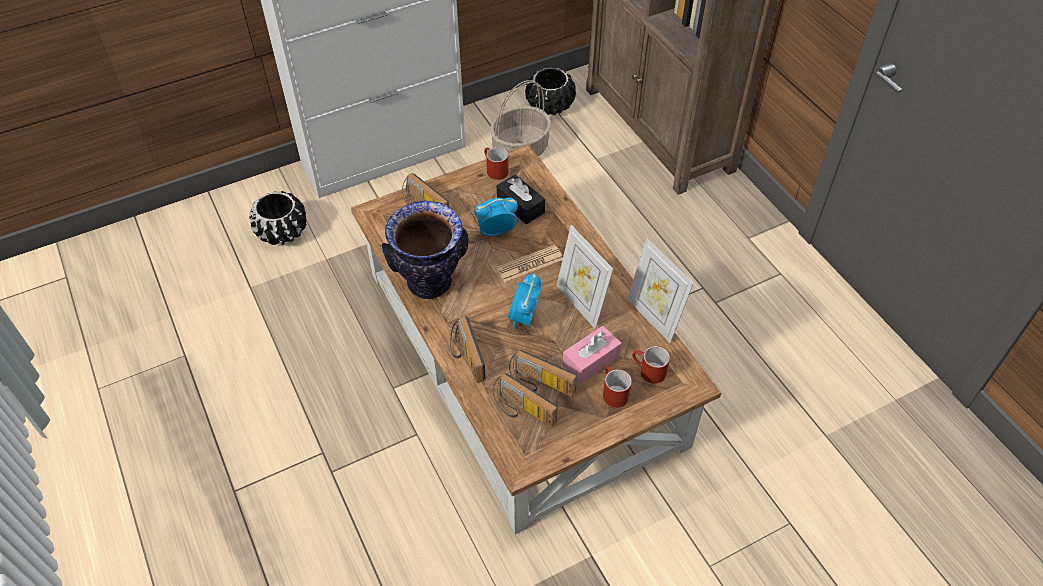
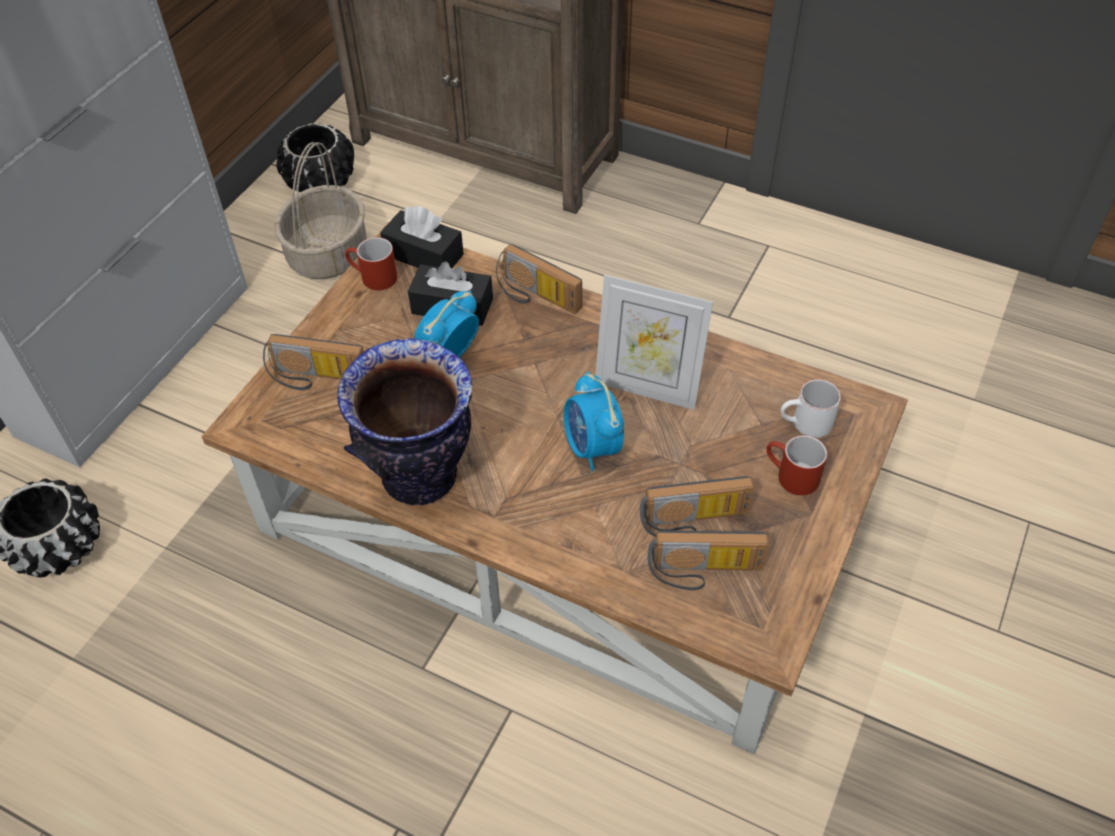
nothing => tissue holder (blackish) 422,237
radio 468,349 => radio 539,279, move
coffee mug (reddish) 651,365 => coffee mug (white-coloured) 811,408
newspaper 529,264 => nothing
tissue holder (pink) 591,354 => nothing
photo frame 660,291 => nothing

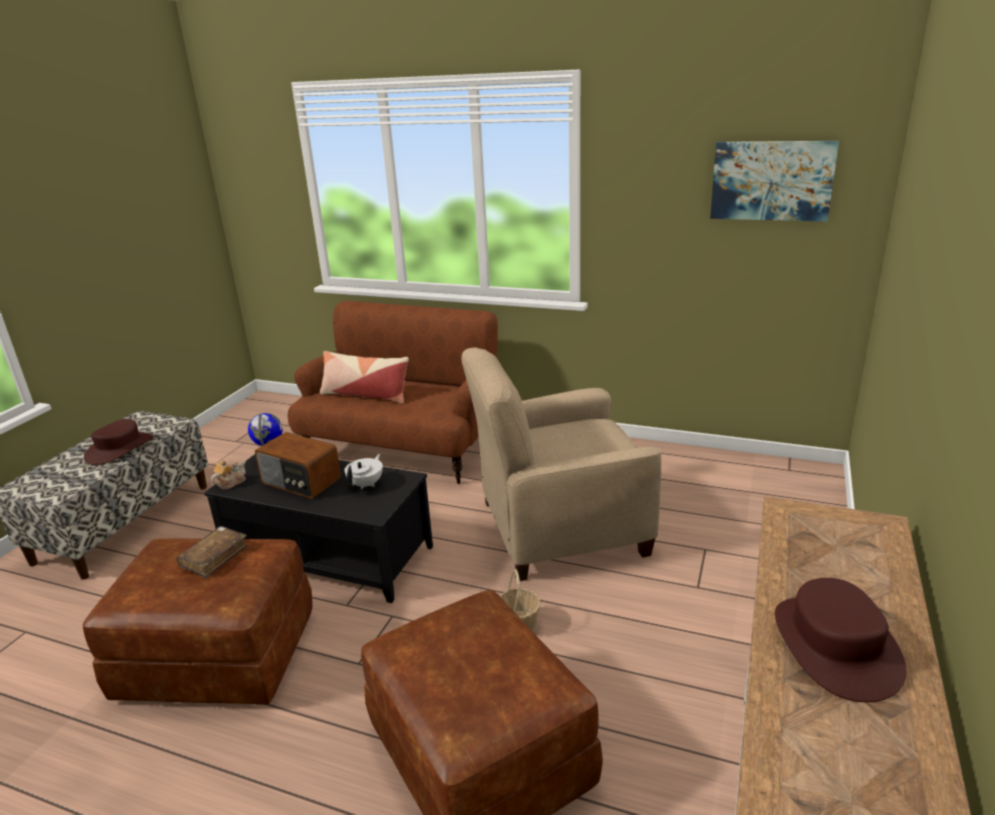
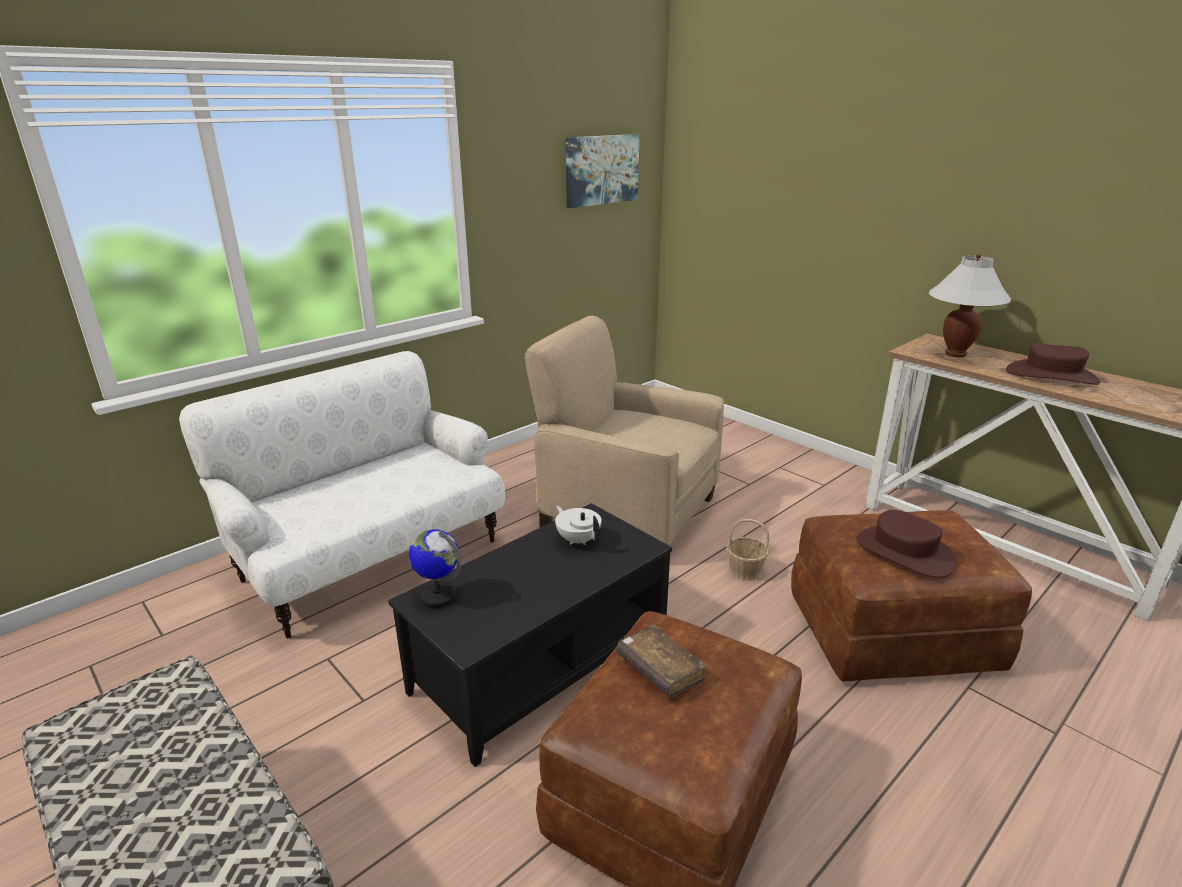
sofa (brown) 392,392 => sofa (white-coloured) 342,495
armchair (beige-coloured) 561,464 => armchair (beige-coloured) 624,430, 105 degrees clockwise
wearable hat (brown) 119,442 => wearable hat (brown) 906,544, move
nothing => table lamp (white-coloured) 970,306
pot for tea 228,474 => nothing
radio 298,465 => nothing
throw pillow 364,377 => nothing

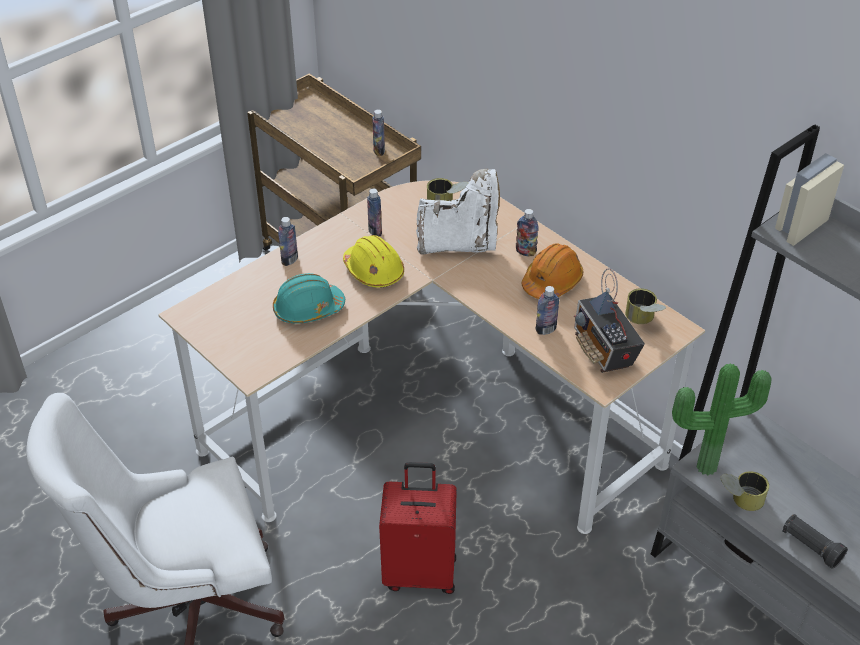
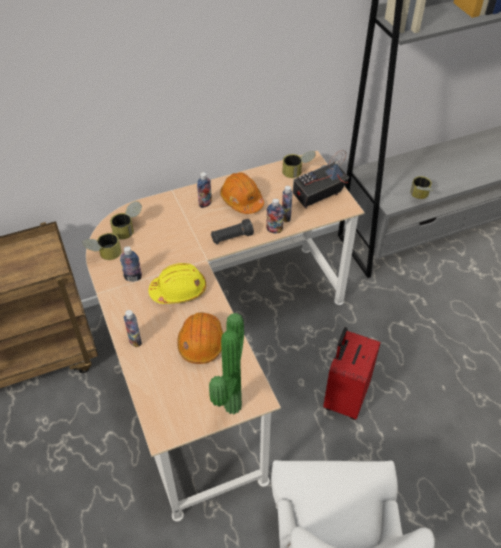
nothing => metal can 102,246
work helmet (turquoise) 309,298 => work helmet (orange) 200,338
plant in a pot 722,420 => plant in a pot 226,363, move
flashlight (blackish) 815,541 => flashlight (blackish) 232,232, move
beverage bottle 378,132 => beverage bottle 275,215, move
radio 609,320 => radio 321,179, 150 degrees clockwise
tall boot (white-coloured) 458,211 => nothing

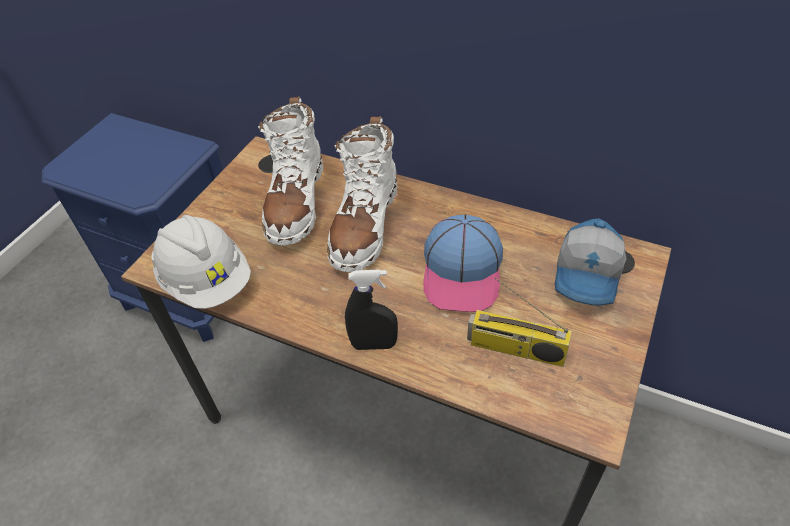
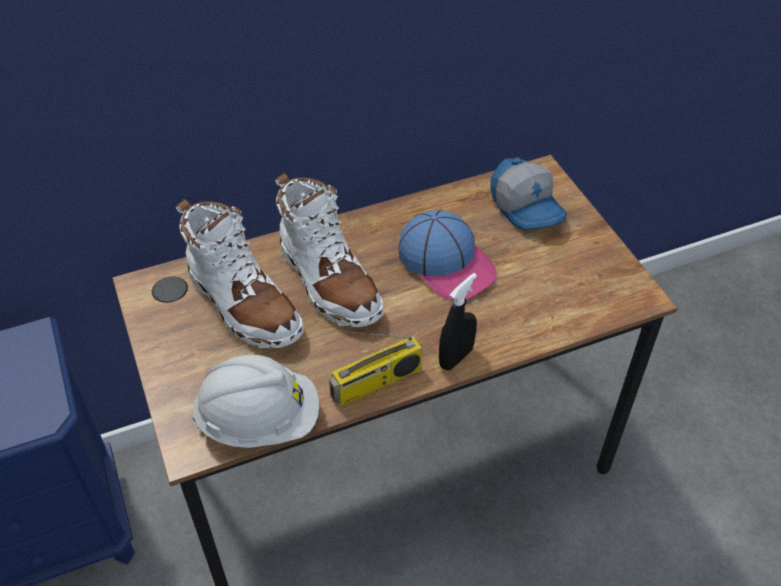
radio 519,322 => radio 375,368, move

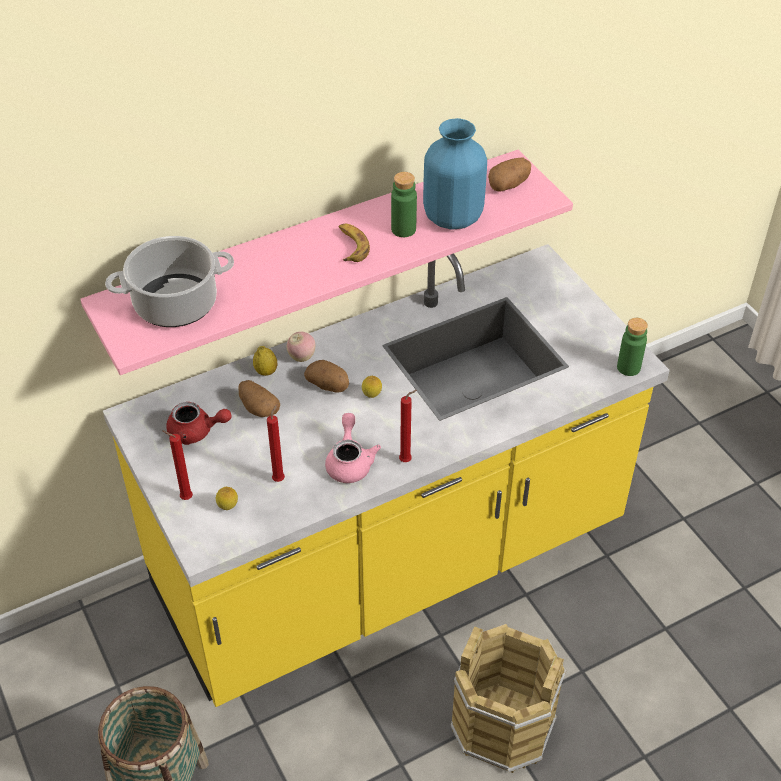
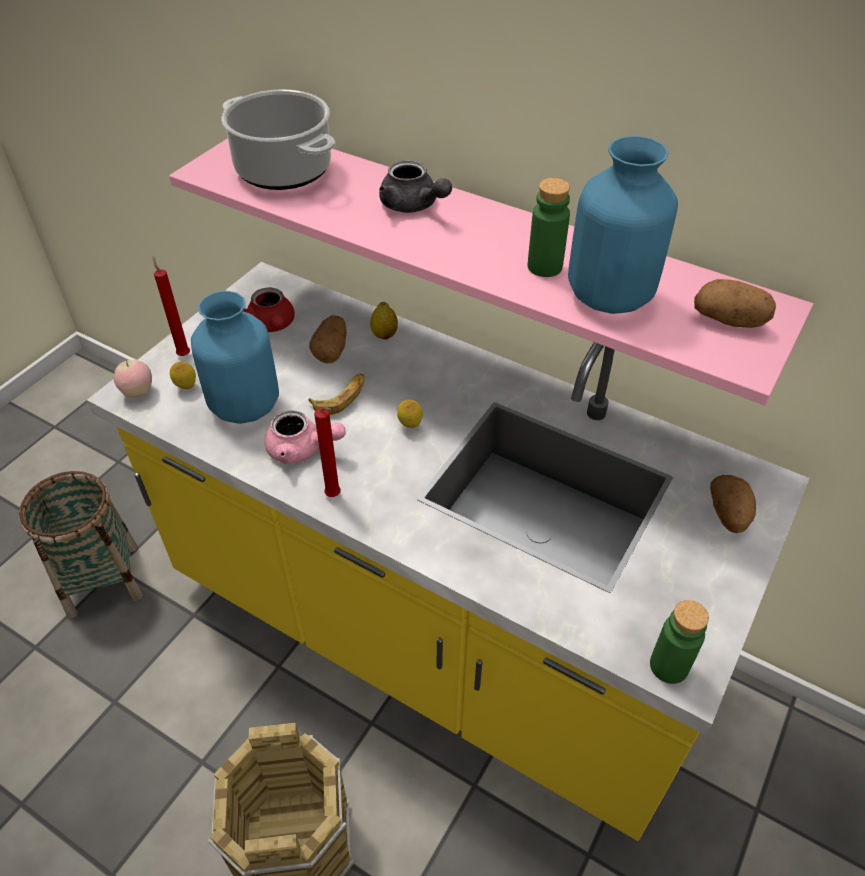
apple fruit 301,347 => apple fruit 133,379, move
wax light (reddish) 276,443 => decorative vase (bluish) 235,357
pot for tea (pink) 353,448 => pot for tea (pink) 305,437, 45 degrees clockwise
banana 354,243 => banana 336,394, move
nothing => pot for tea (grey) 415,186
potato 326,376 => potato 733,504, move

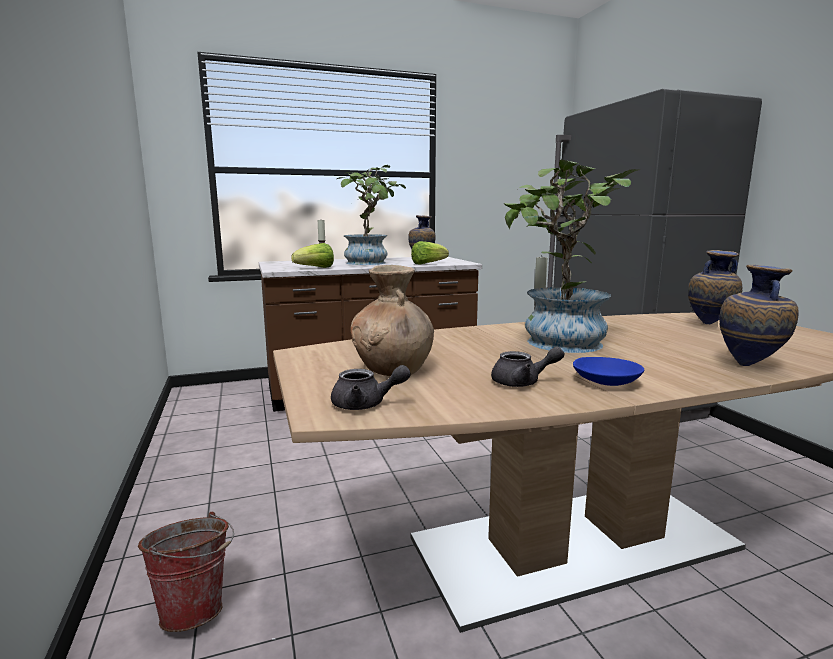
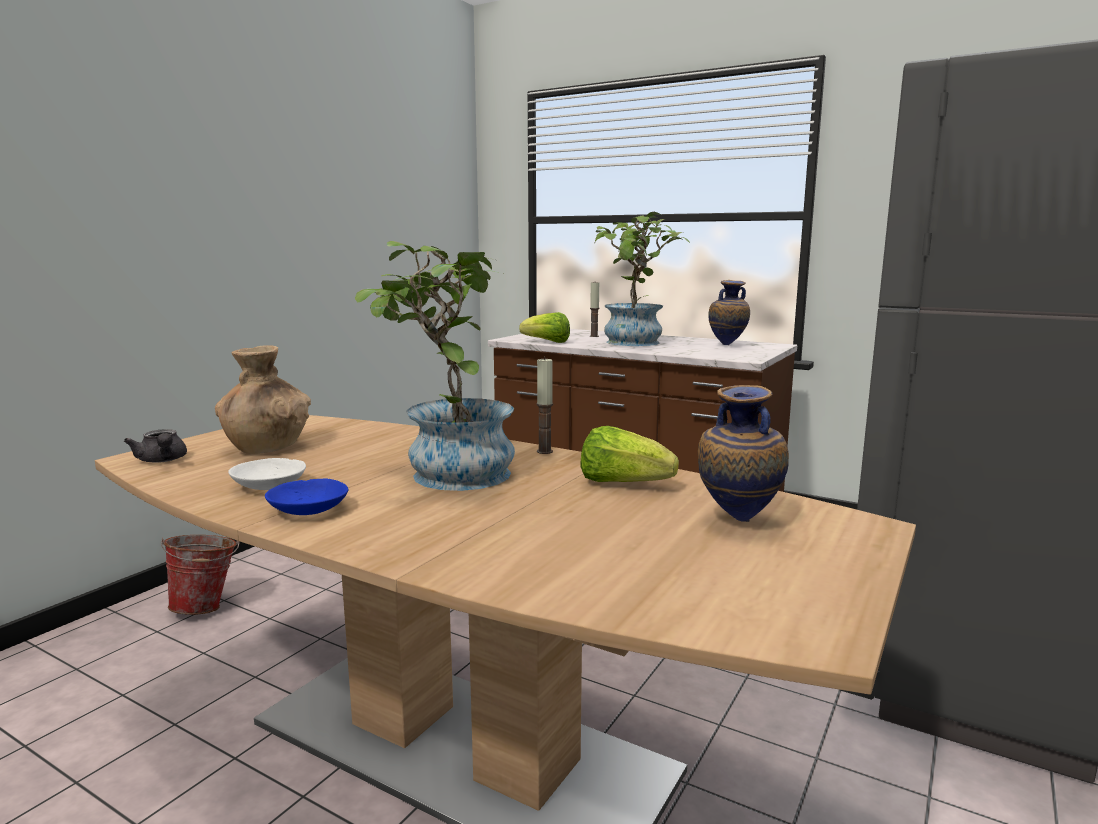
pot for tea (grey) 527,366 => serving bowl (white-coloured) 267,474
lettuce head 430,253 => lettuce head 629,454, move
decorative vase 759,315 => nothing

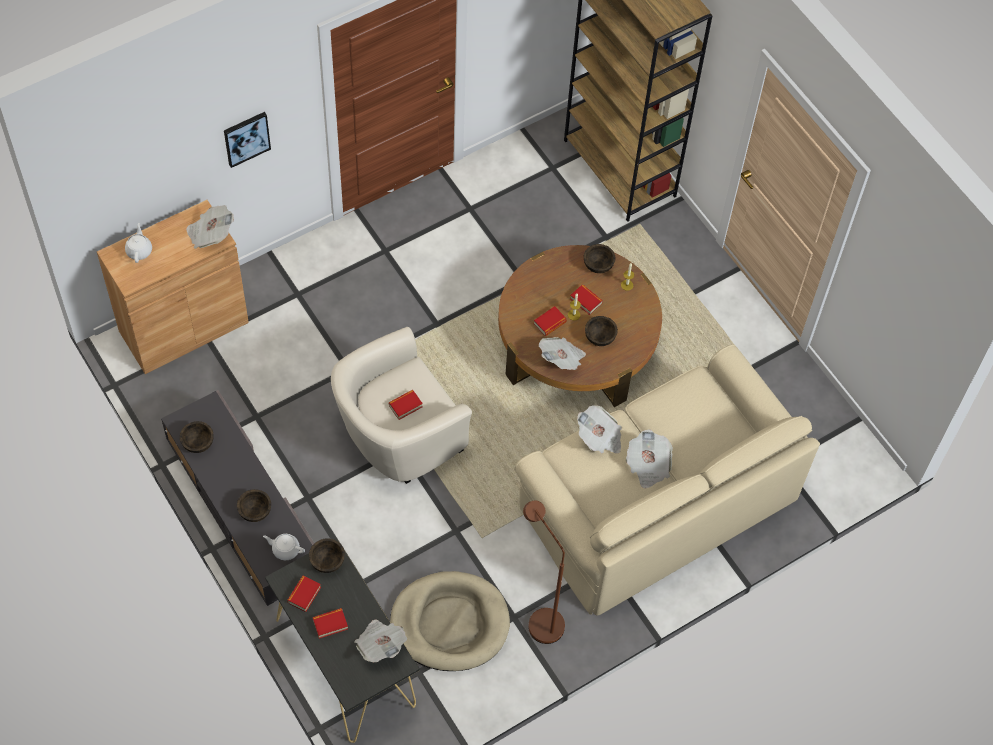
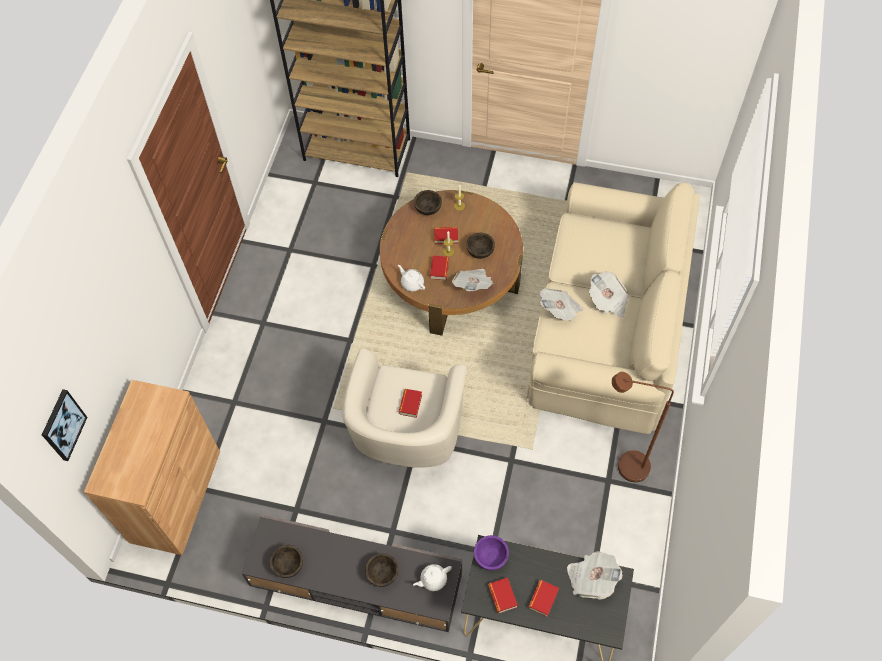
wall art 247,140 => wall art 64,425, move
pot for tea (white-coloured) 138,243 => pot for tea (white-coloured) 411,278, move
serving bowl (brown) 327,555 => serving bowl (purple) 491,552
newspaper 210,227 => nothing
dog bed (beige-coloured) 450,621 => nothing

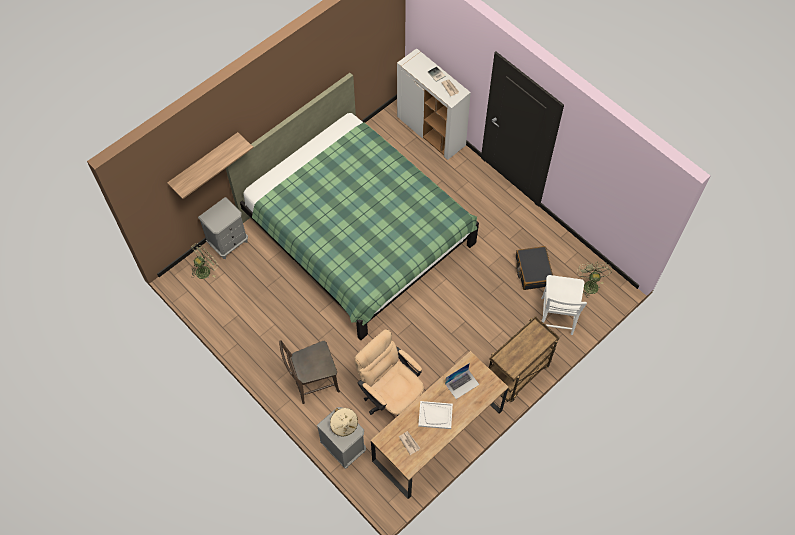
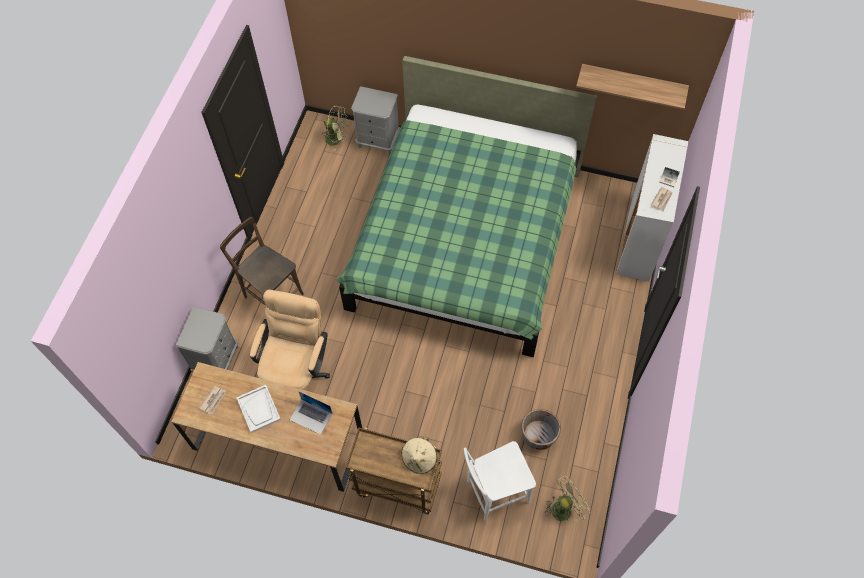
wearable hat (beige-coloured) 344,422 => wearable hat (beige-coloured) 419,455, move
suitcase (blackish) 534,268 => planter (grey) 541,429
shelf 210,165 => shelf 632,87, move

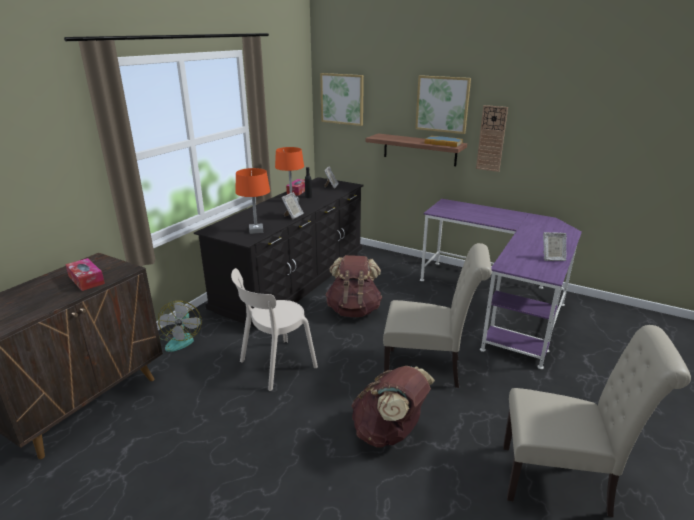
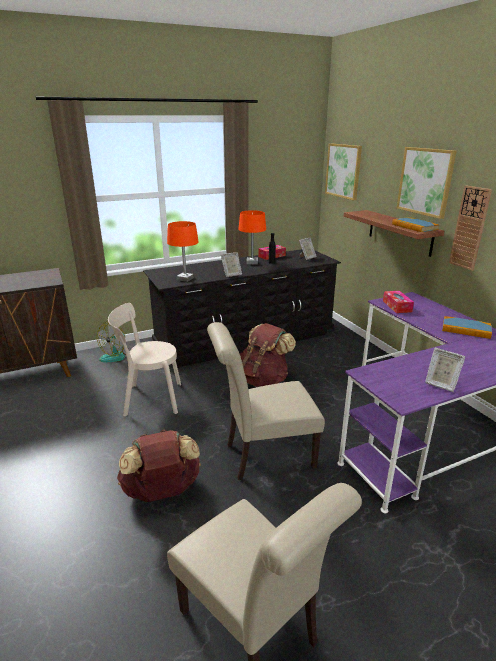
upright chair (beige-coloured) 437,315 => upright chair (beige-coloured) 266,401, 120 degrees clockwise
tissue holder 85,274 => tissue holder 398,302, move
nothing => volume 467,327

